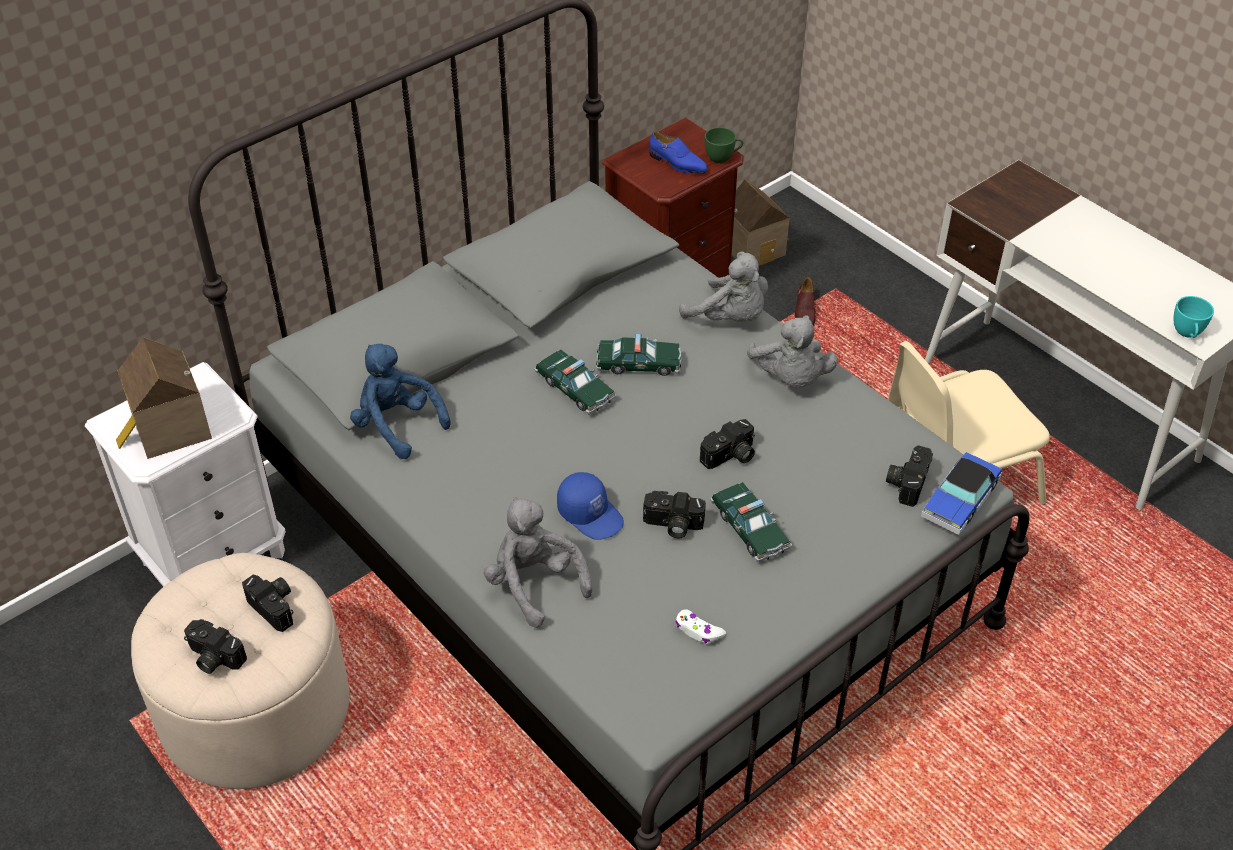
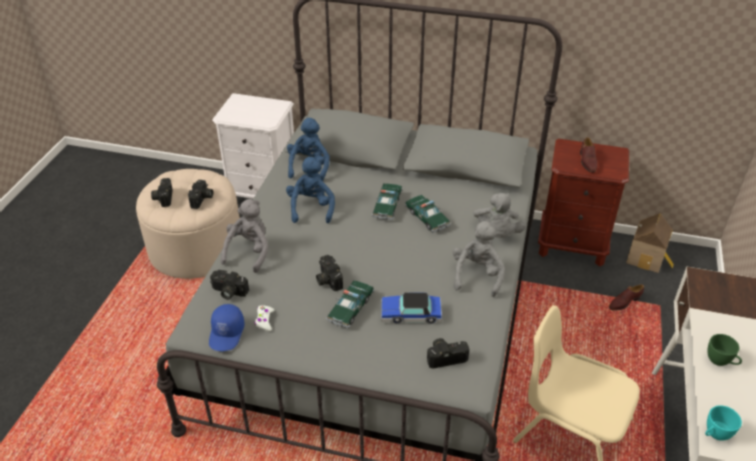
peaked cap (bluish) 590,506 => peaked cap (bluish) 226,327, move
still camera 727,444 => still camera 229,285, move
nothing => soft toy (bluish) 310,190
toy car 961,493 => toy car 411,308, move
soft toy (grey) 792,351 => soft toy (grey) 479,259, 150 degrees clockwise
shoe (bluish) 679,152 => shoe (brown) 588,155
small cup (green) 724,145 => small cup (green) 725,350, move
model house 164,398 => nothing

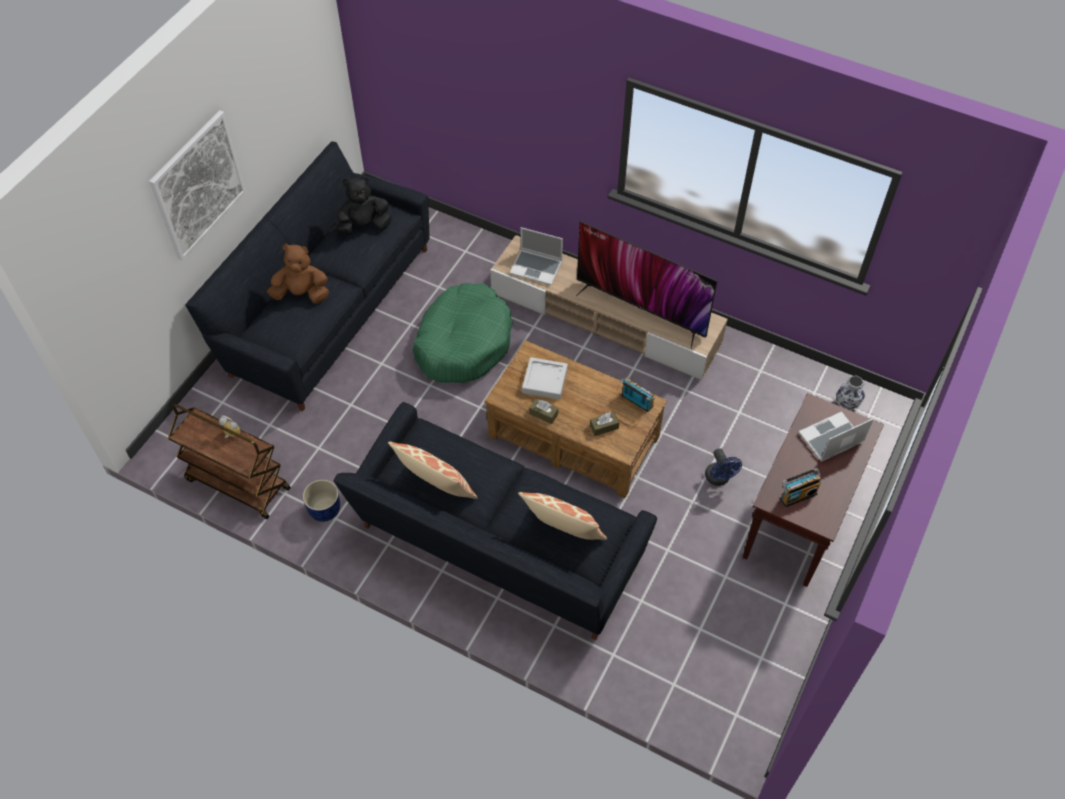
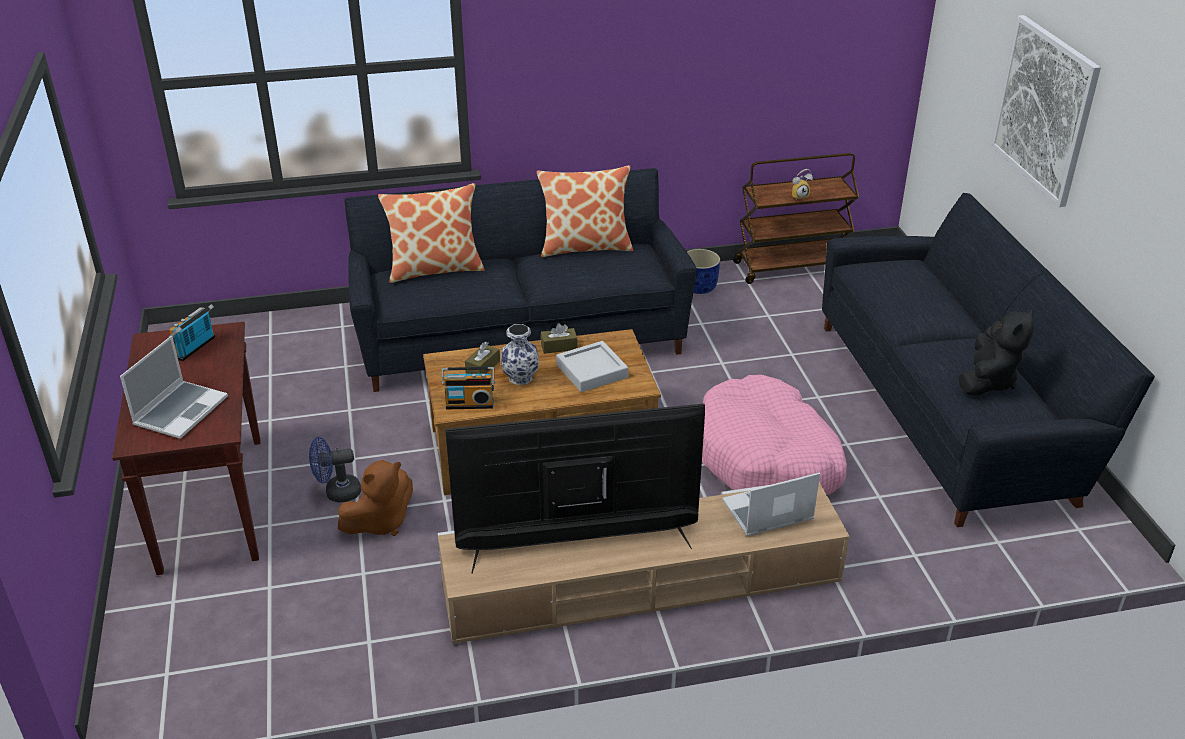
cooling fan (bluish) 723,467 => cooling fan (bluish) 335,470, 45 degrees counterclockwise
soft toy (brown) 298,274 => soft toy (brown) 375,498, move
decorative vase 850,393 => decorative vase 519,354, move
dog bed (green) 463,333 => dog bed (pink) 774,435

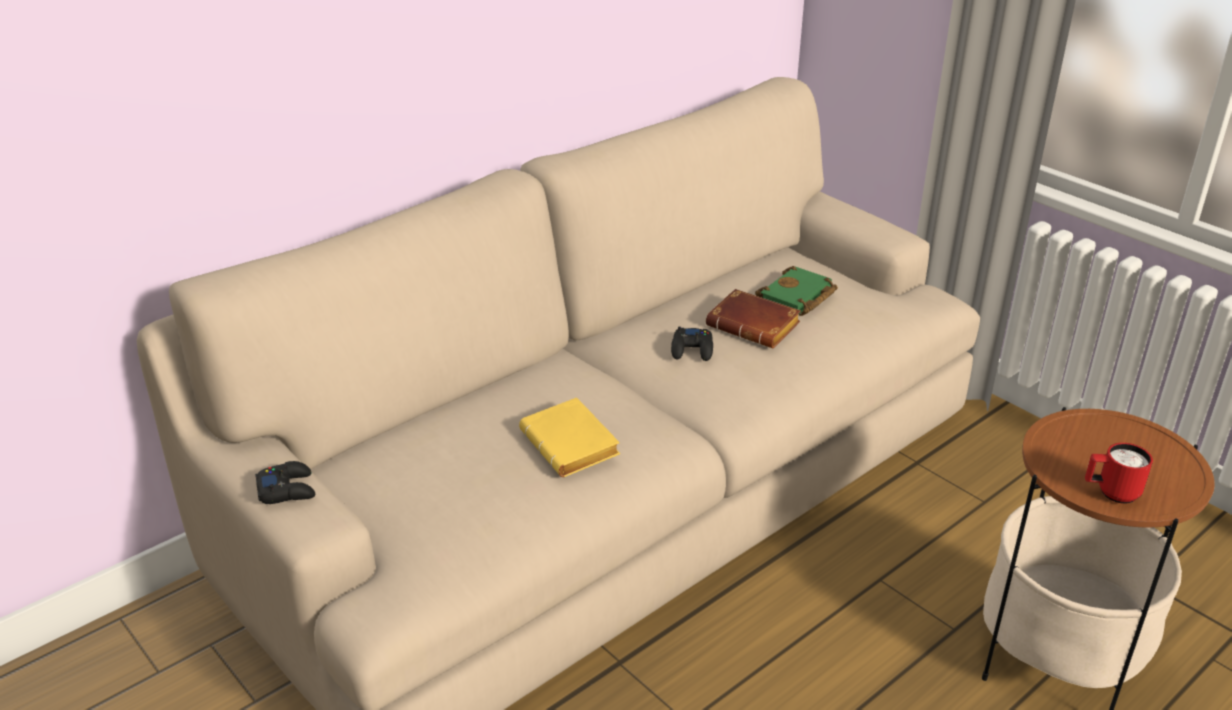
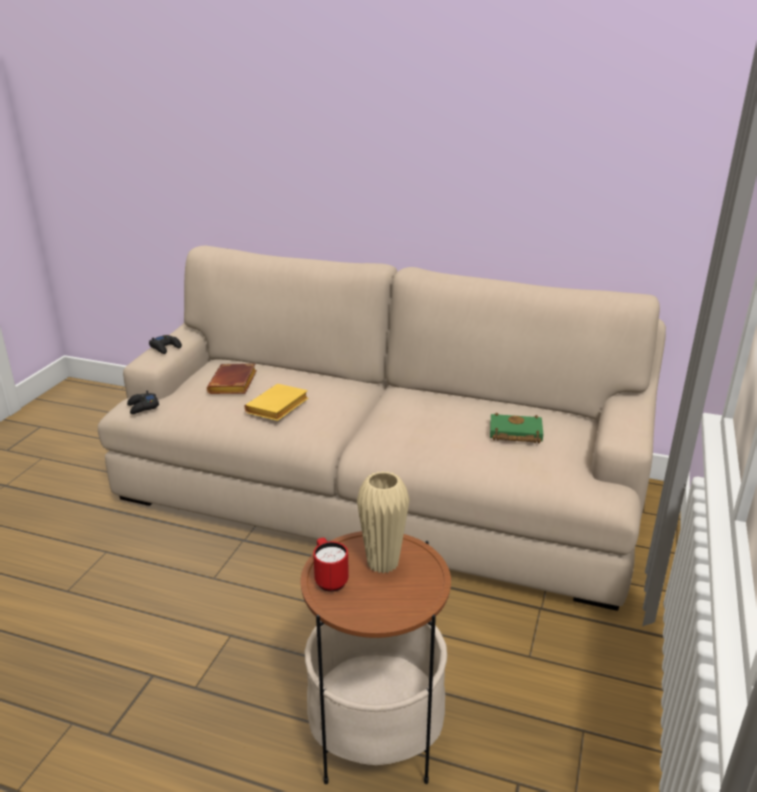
gamepad (blackish) 692,344 => gamepad (blackish) 143,402, move
volume (brown) 753,318 => volume (brown) 232,378, move
nothing => decorative vase (beige-coloured) 383,522

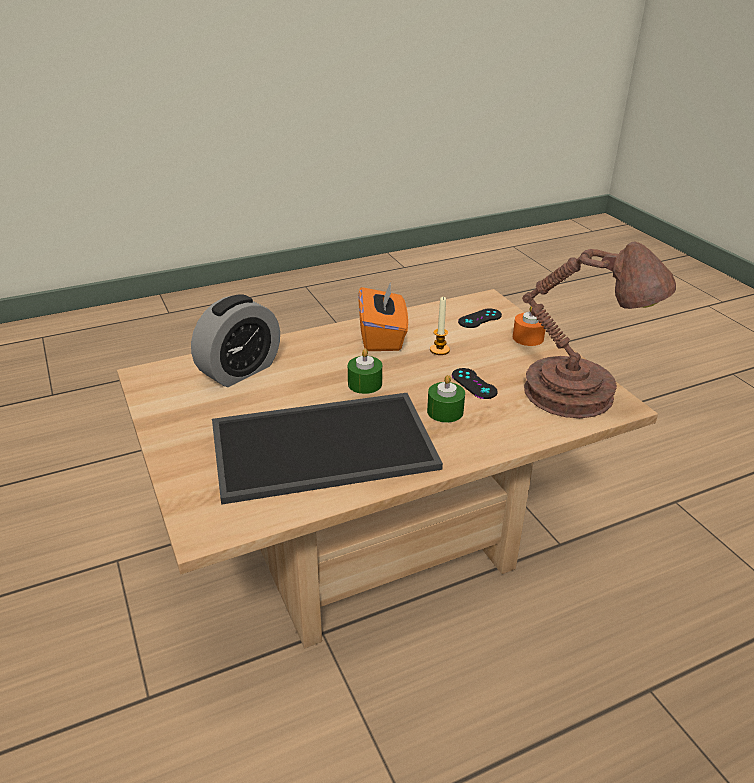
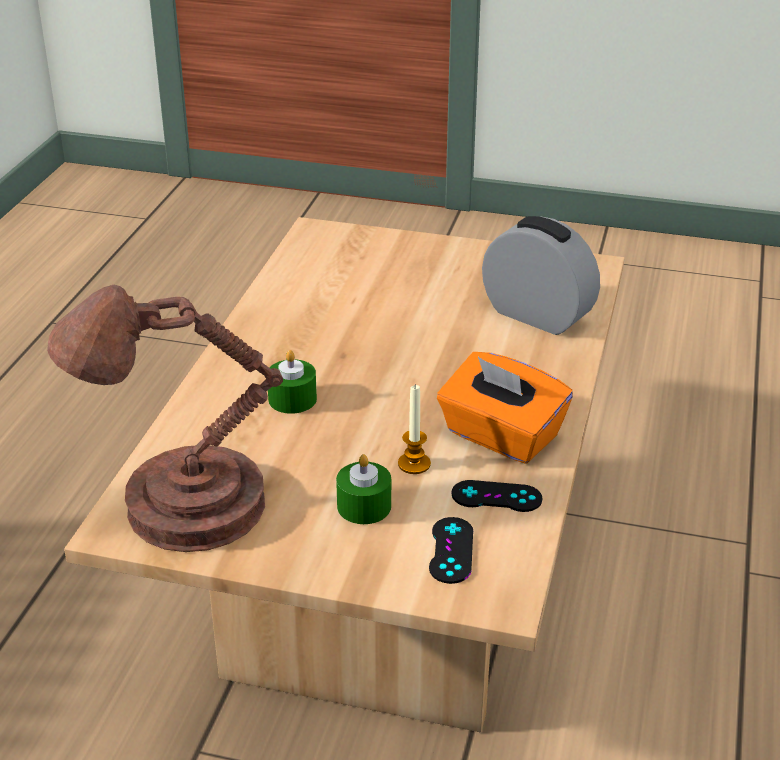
wax light (green) 365,371 => wax light (green) 363,489, move
gamepad (blackish) 474,383 => gamepad (blackish) 497,496, move
alarm clock 235,340 => alarm clock 541,275, 135 degrees clockwise
carrying tray 327,449 => nothing
wax light (orange) 529,326 => nothing

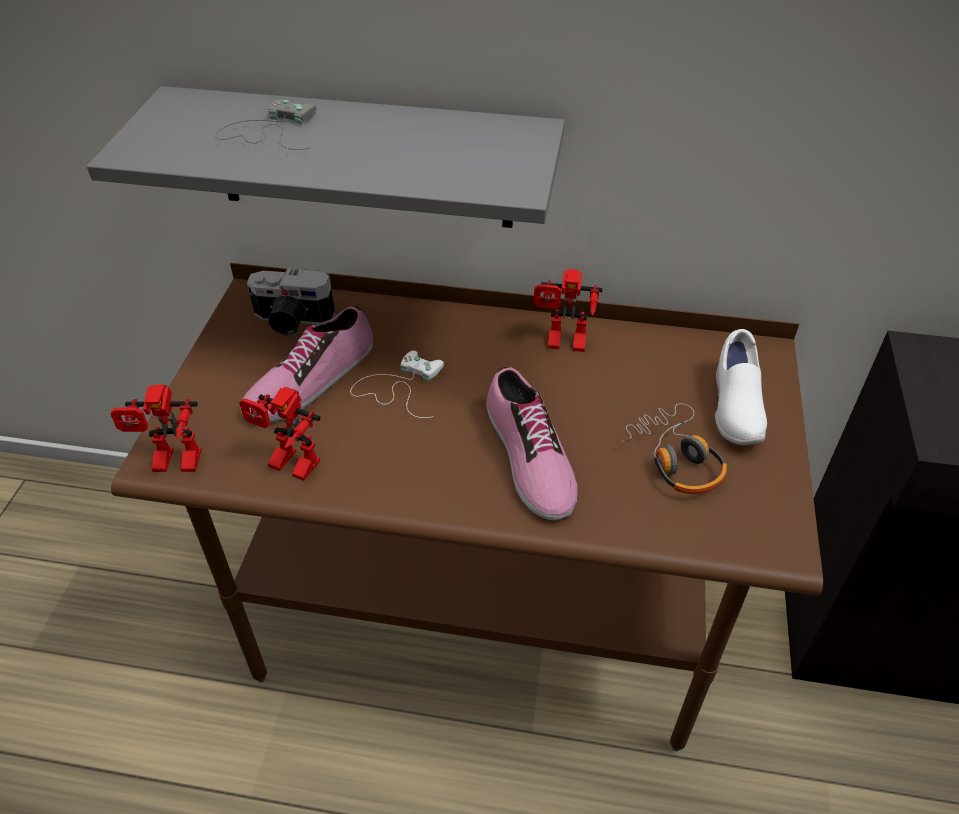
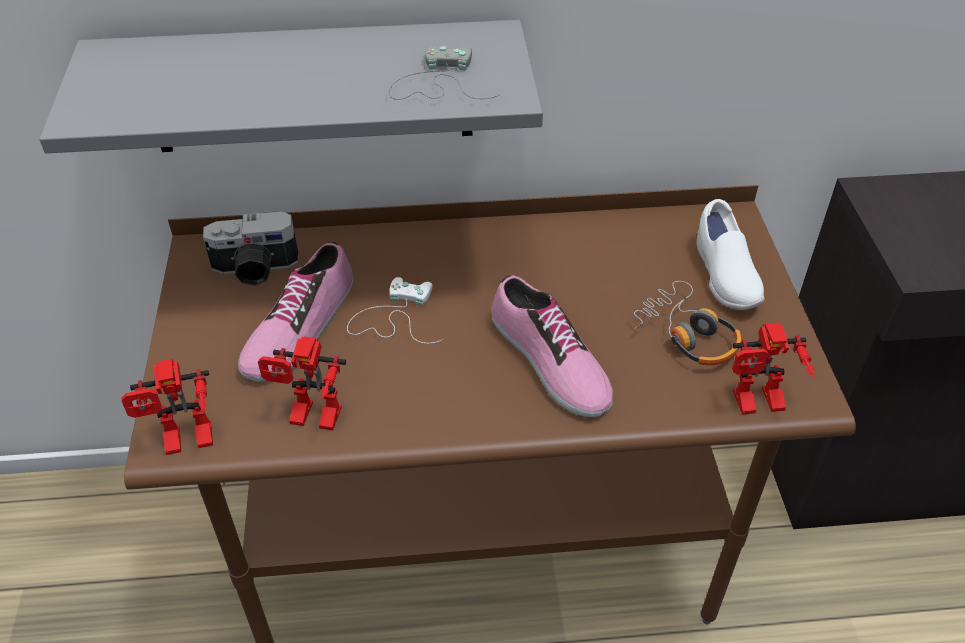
gamepad (grey) 265,124 => gamepad (grey) 445,73, move
model robot 568,310 => model robot 773,368, move

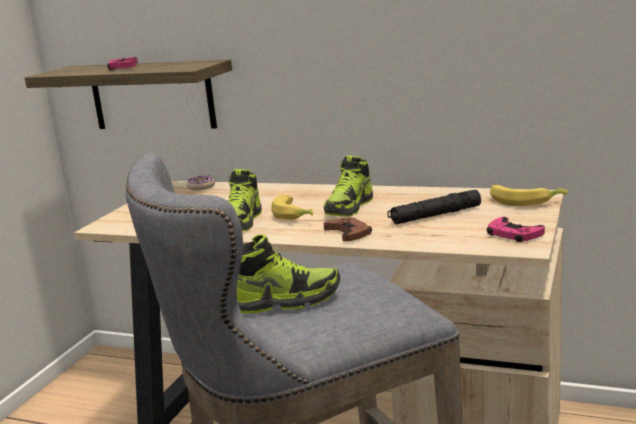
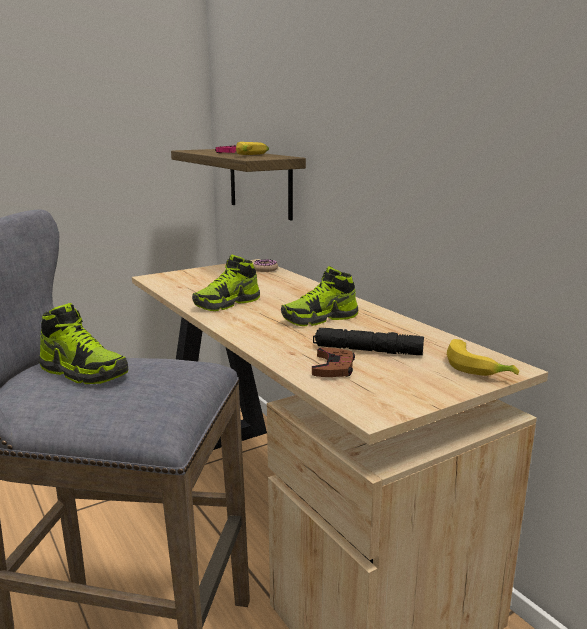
banana 292,207 => banana 252,148, move
gamepad (brown) 348,229 => gamepad (brown) 333,362, move
gamepad (pink) 516,229 => nothing

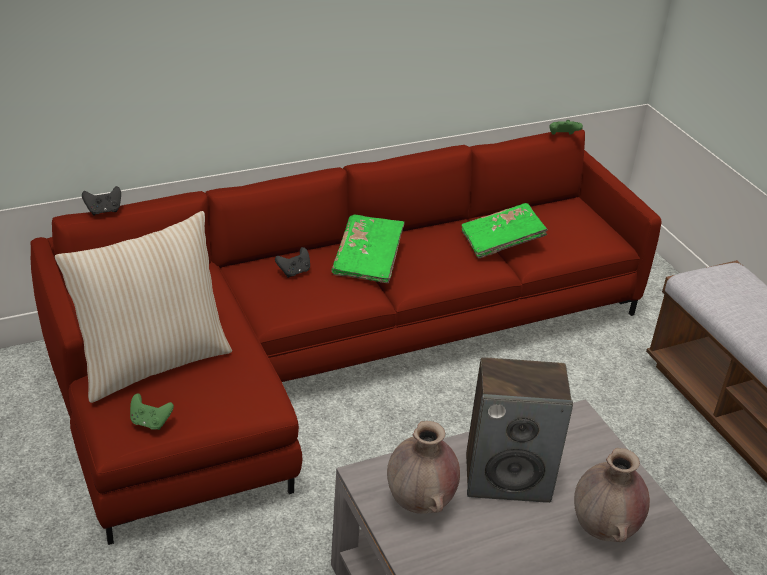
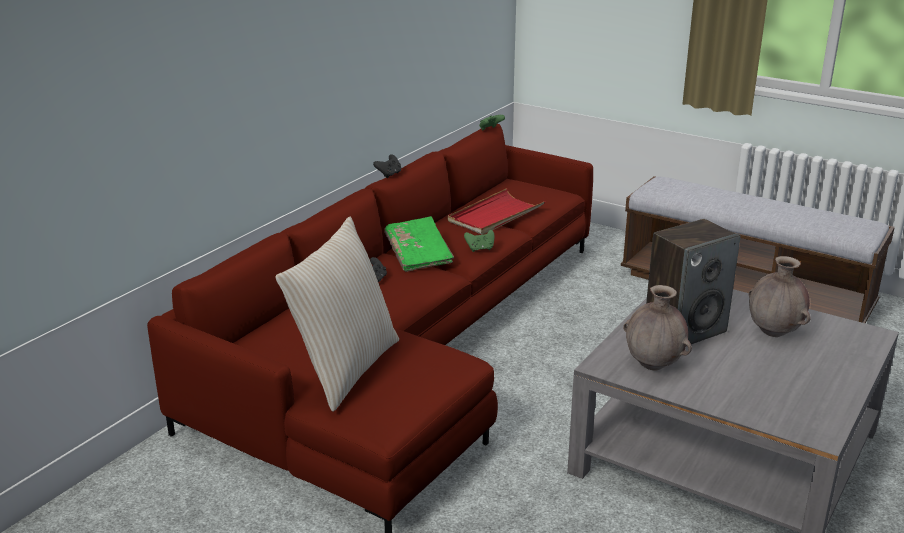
gamepad (blackish) 101,200 => gamepad (blackish) 387,166, move
volume (green) 504,230 => carrying tray (reddish) 496,211
gamepad (green) 152,411 => gamepad (green) 479,241, move

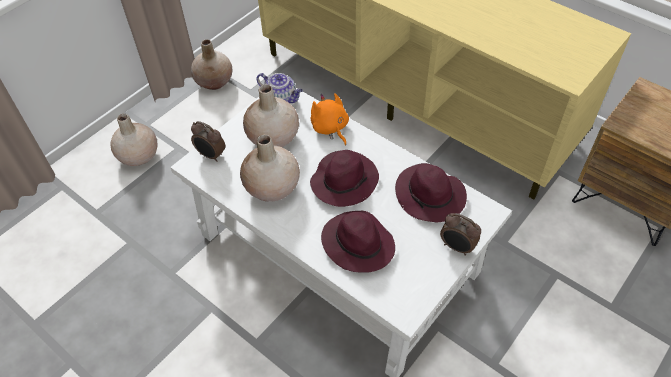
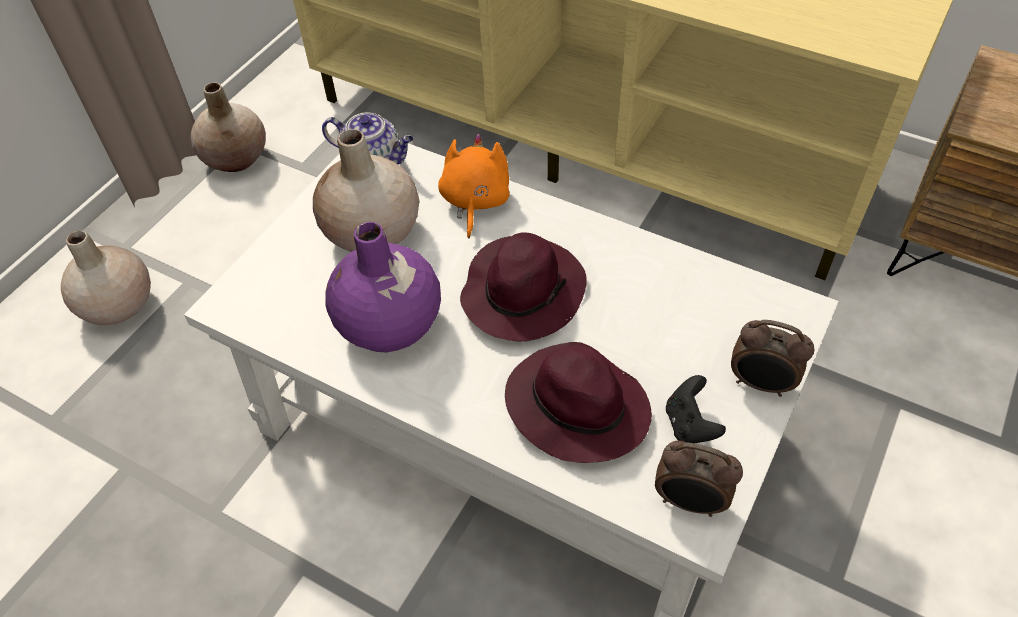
decorative vase (beige-coloured) 270,168 => decorative vase (purple) 383,287
soft toy (orange) 330,119 => soft toy (orange) 474,186, 45 degrees clockwise
alarm clock 208,141 => alarm clock 699,478, move
nothing => gamepad (blackish) 696,409
wearable hat (purple) 431,192 => nothing

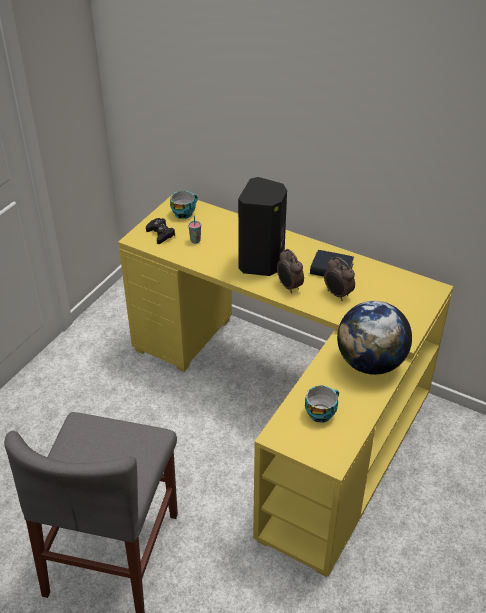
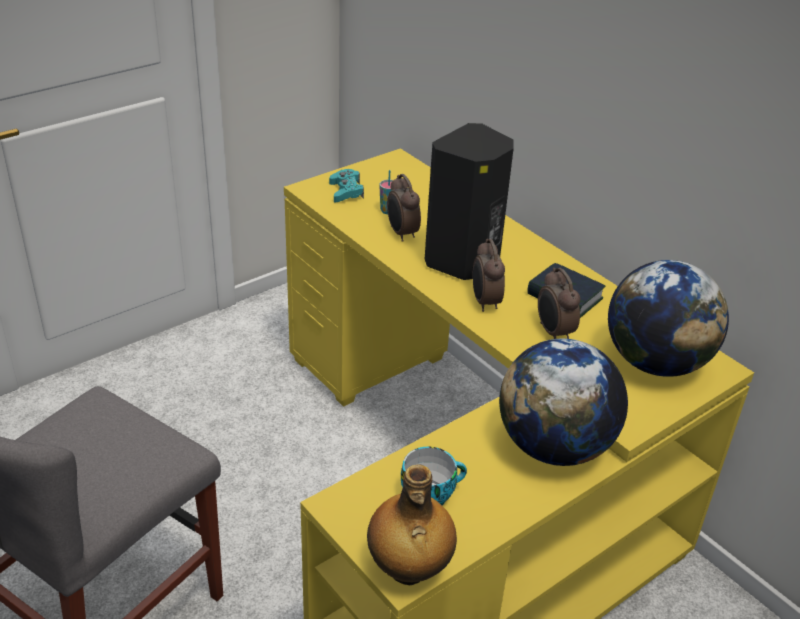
gamepad (blackish) 160,231 => gamepad (turquoise) 346,185
nothing => beverage bottle 412,524
nothing => alarm clock 404,208
nothing => globe 668,318
small cup 184,205 => nothing

